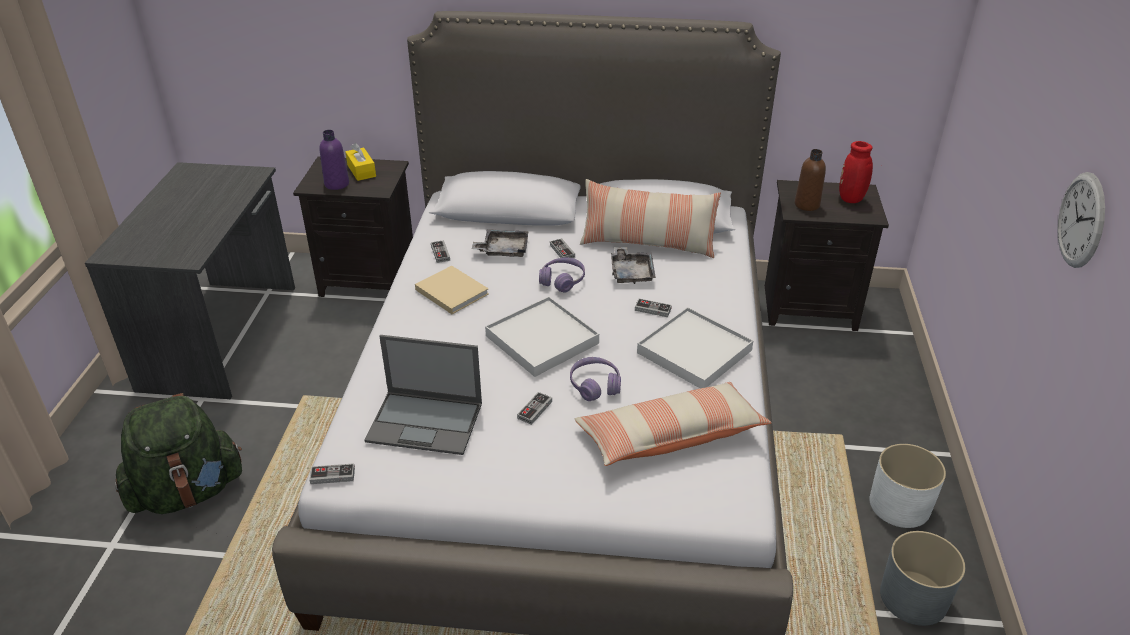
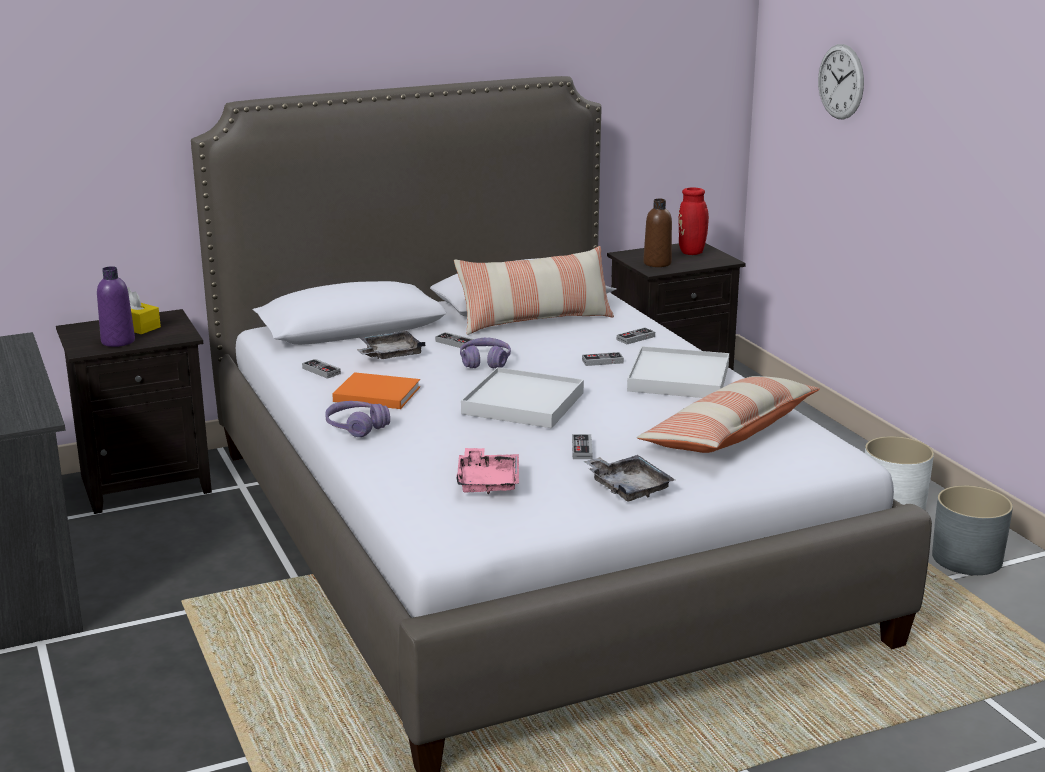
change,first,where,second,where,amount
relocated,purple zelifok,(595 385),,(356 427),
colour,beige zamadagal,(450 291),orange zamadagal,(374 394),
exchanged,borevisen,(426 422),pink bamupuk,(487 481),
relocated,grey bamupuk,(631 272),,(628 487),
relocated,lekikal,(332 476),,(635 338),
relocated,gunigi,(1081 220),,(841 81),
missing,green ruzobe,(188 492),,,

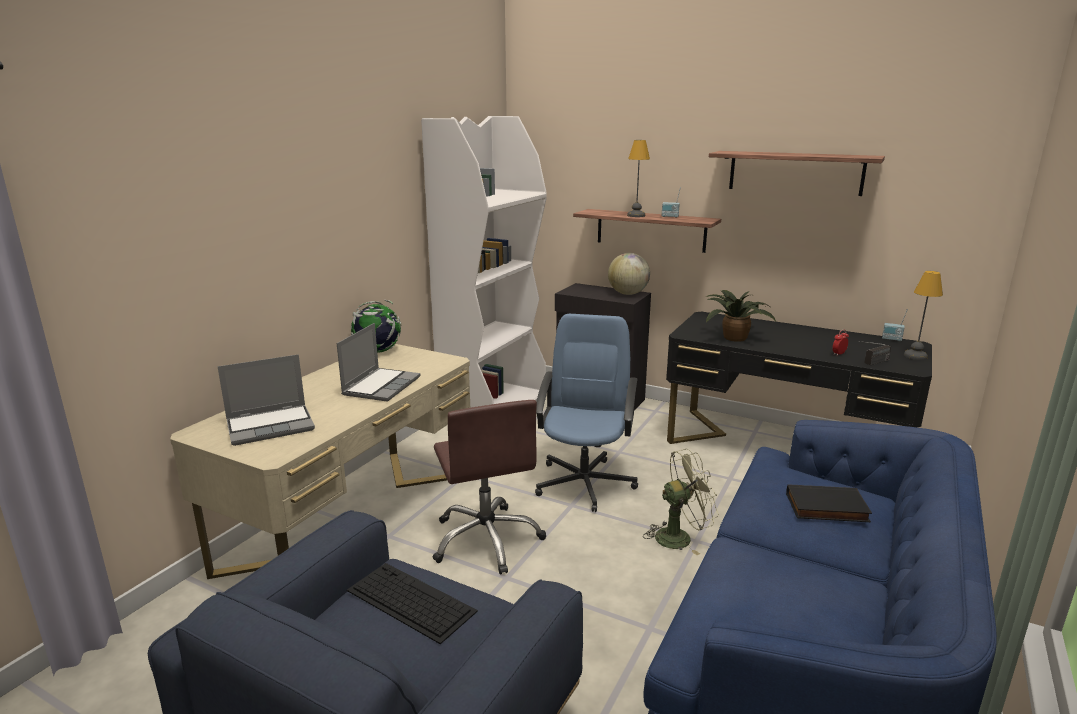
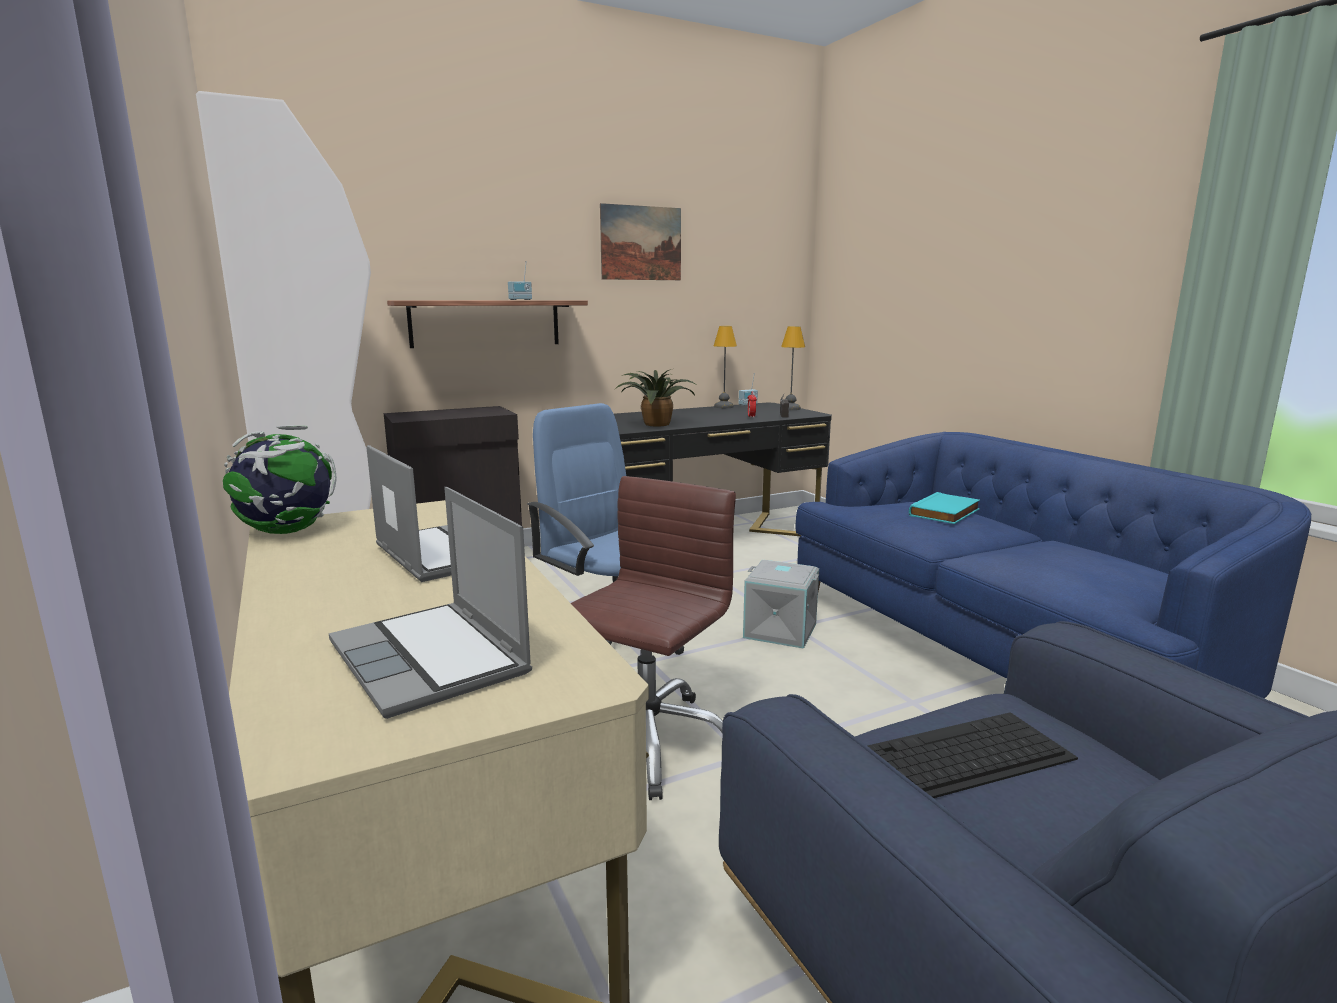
change,first,where,second,where,amount
spun,borevisen,(271 426),,(432 660),135 degrees clockwise
spun,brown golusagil,(487 539),,(646 741),75 degrees counterclockwise
exchanged,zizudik,(795 172),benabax,(641 243),
relocated,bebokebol,(636 215),,(723 406),
exchanged,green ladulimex,(680 537),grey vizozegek,(779 631),
colour,black zamadagal,(826 508),turquoise zamadagal,(946 513),
missing,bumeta,(628 294),,,

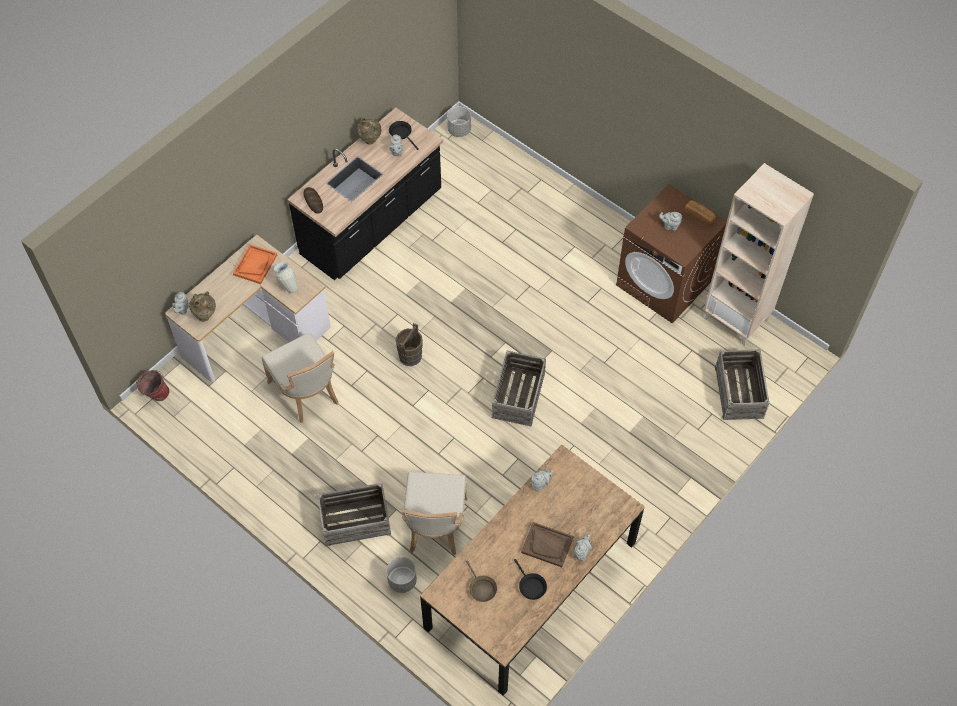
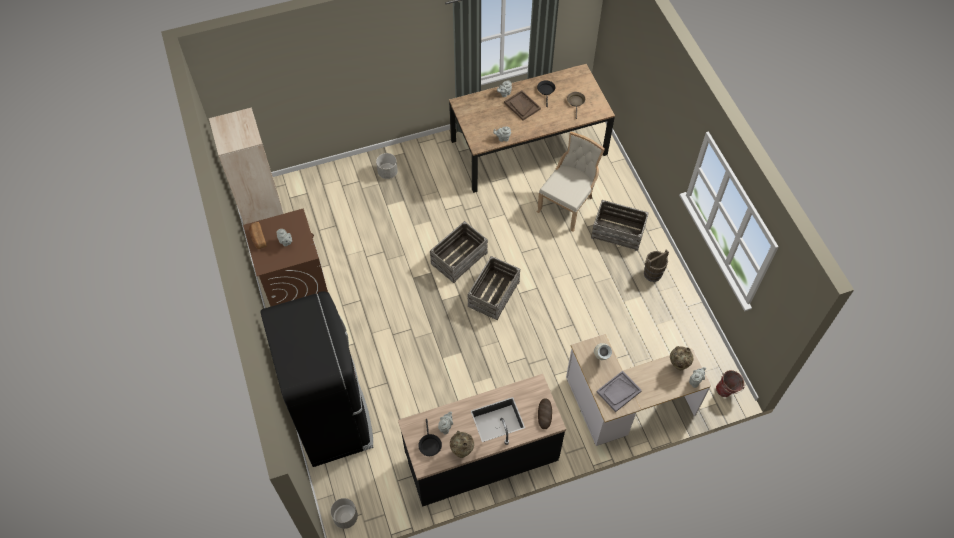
change,first,where,second,where,amount
appeared,,,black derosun,(333 415),
relocated,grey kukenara,(402 581),,(387 172),
relocated,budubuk,(739 392),,(493 294),
colour,orange bamupuk,(255 265),grey bamupuk,(618 392),
relocated,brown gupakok,(410 356),,(652 273),
missing,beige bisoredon,(306 393),,,

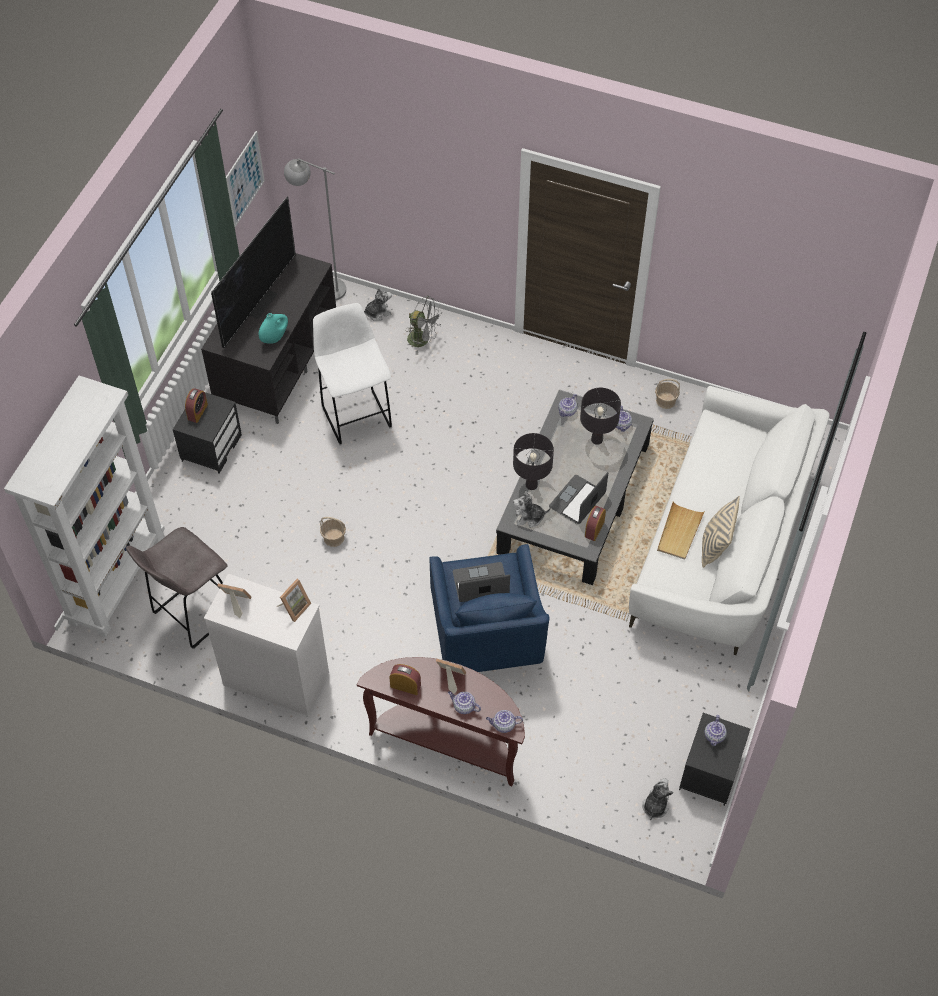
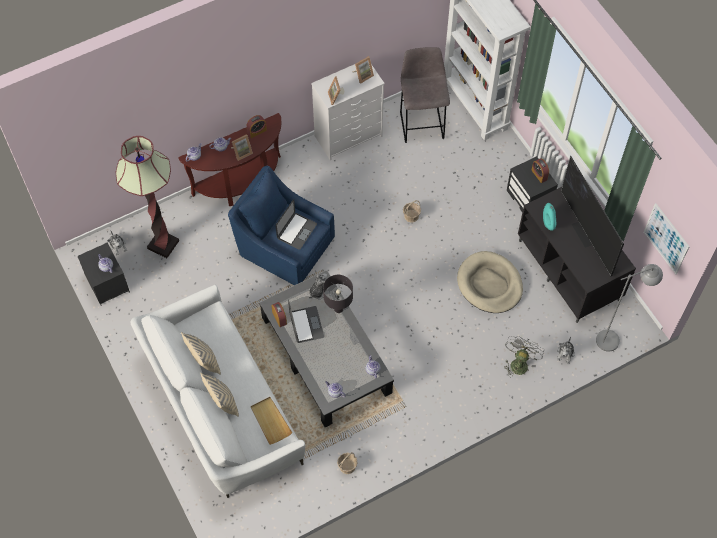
change,first,where,second,where,amount
appeared,,,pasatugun,(163 244),
appeared,,,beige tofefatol,(222 402),
relocated,beige bamupuk,(679 532),,(270 421),
exchanged,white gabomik,(356 416),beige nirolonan,(489 284),
spun,grey ladulimex,(423 340),,(519 363),135 degrees clockwise
missing,black bebokebol,(596 440),,,

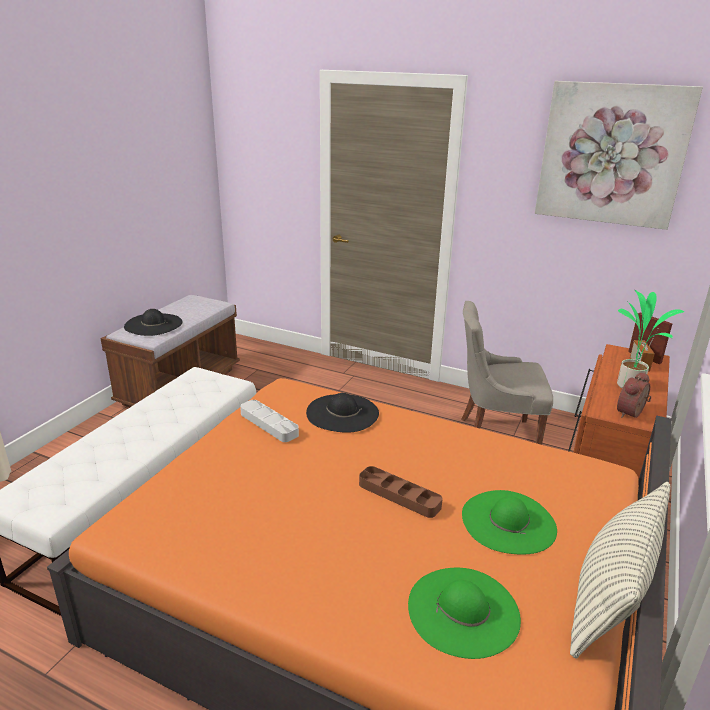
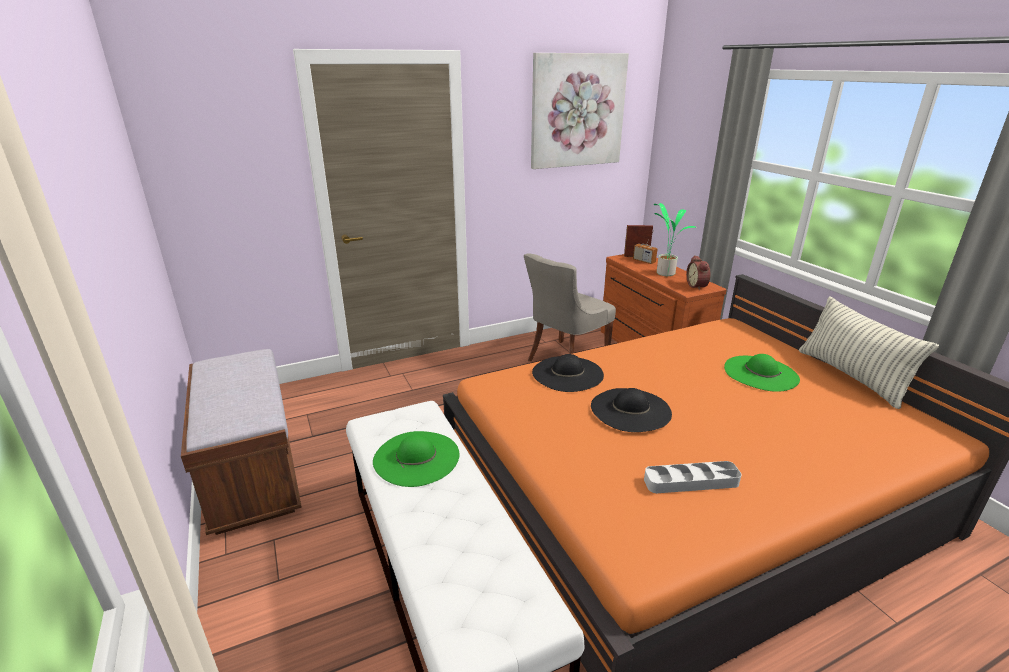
change,first,where,second,where,amount
relocated,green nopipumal,(463 610),,(416 457),
relocated,black nopipumal,(153 324),,(630 409),
relocated,grey bamupuk,(269 424),,(691 481),
missing,brown bamupuk,(399 495),,,

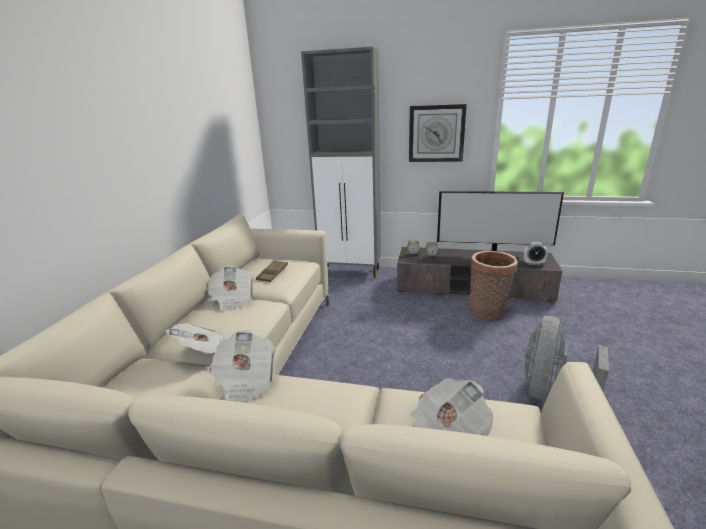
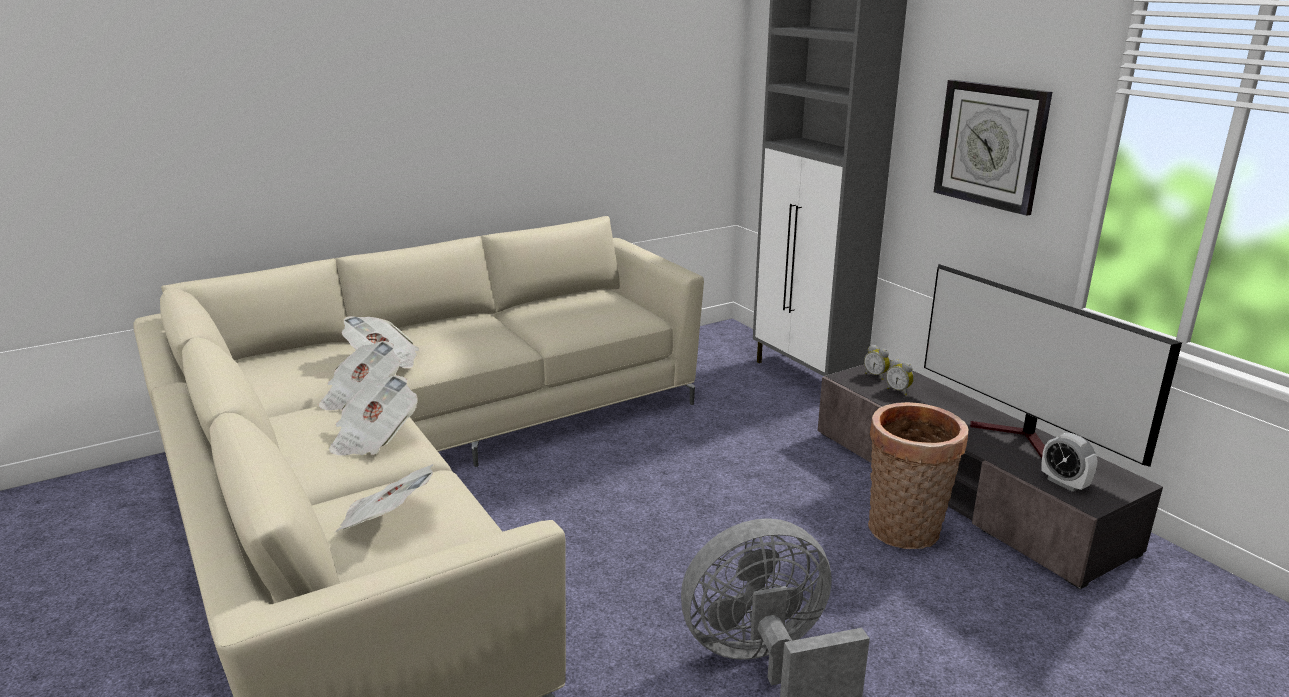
change,first,where,second,where,amount
relocated,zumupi,(233 300),,(374 438),
missing,brown bamupuk,(272 273),,,

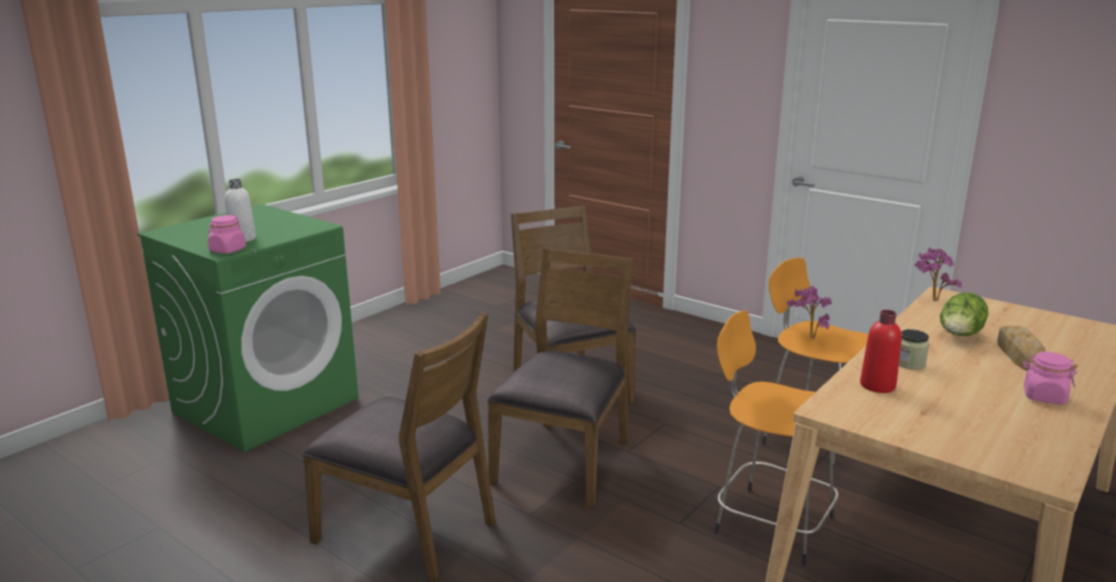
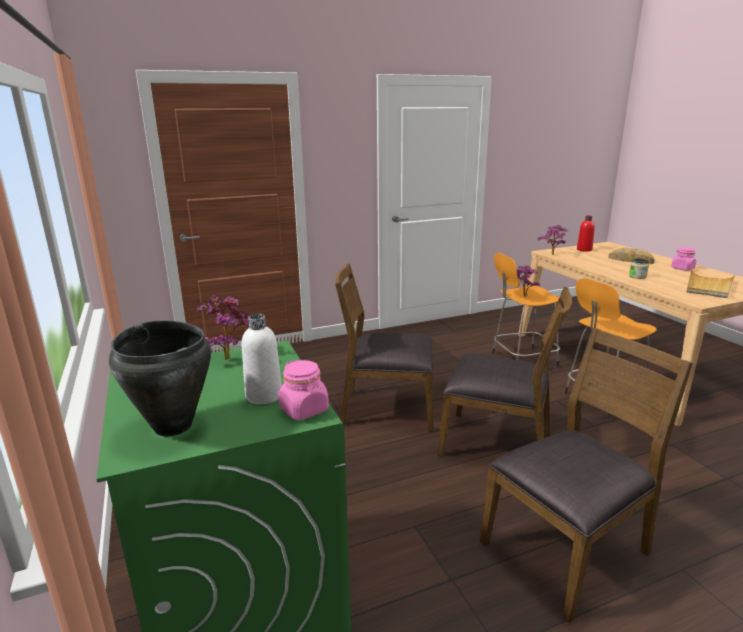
change,first,where,second,where,amount
appeared,,,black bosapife,(173 425),
appeared,,,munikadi,(228 357),
spun,brown bisoredon,(564 461),,(497 443),150 degrees clockwise
relocated,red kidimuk,(877 385),,(584 250),
appeared,,,beige bamupuk,(709 286),
missing,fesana,(959 336),,,

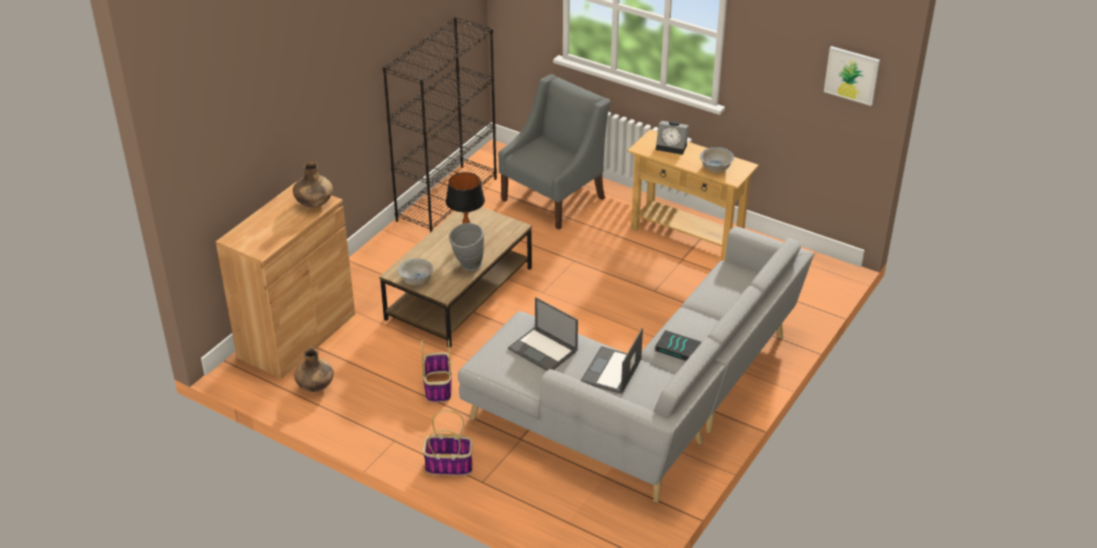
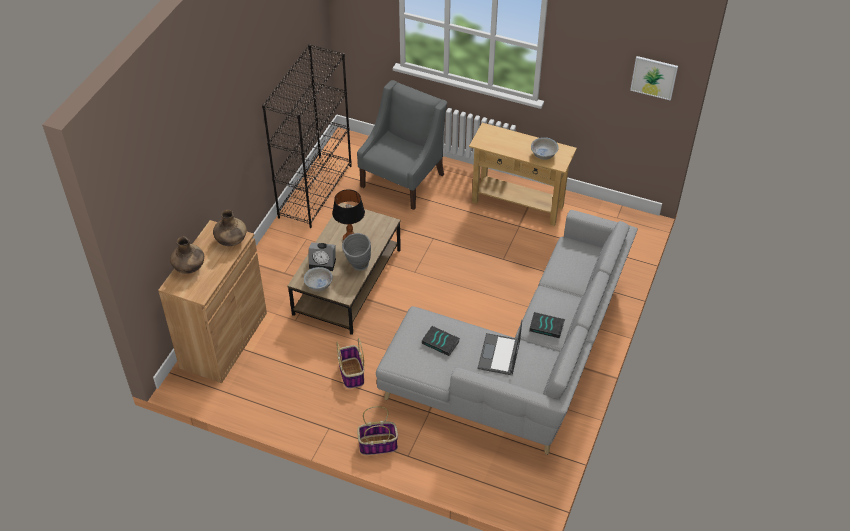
change,first,where,second,where,amount
relocated,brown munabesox,(315 386),,(189 268),
relocated,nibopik,(672 146),,(323 263),
exchanged,borevisen,(543 350),zamadagal,(441 342),

